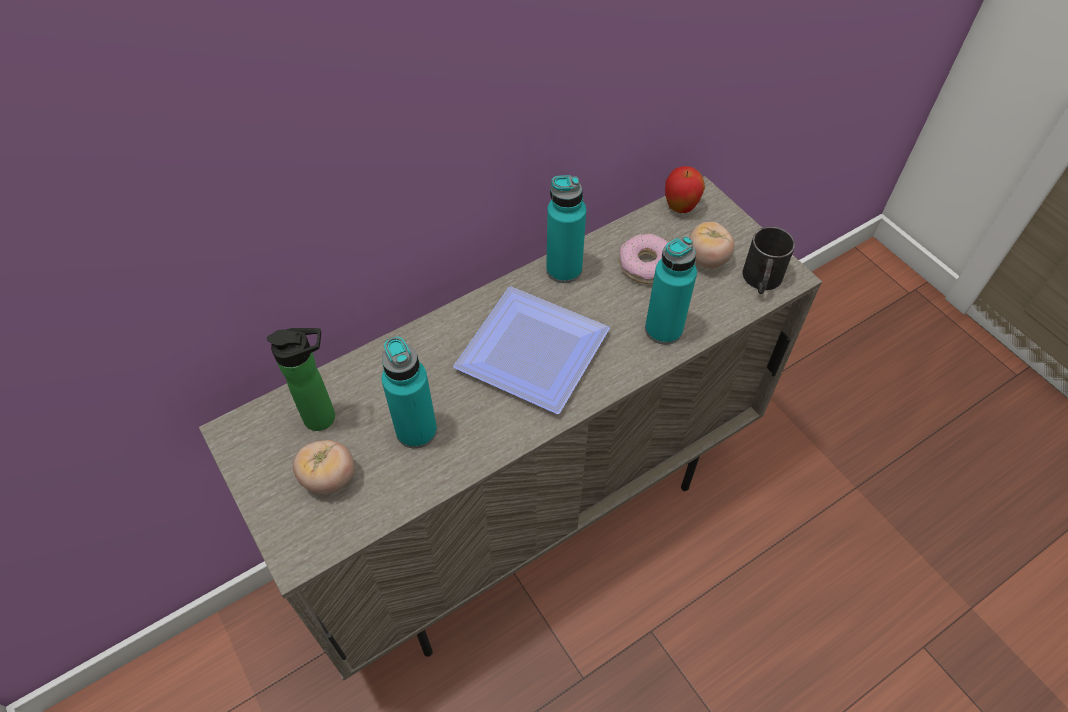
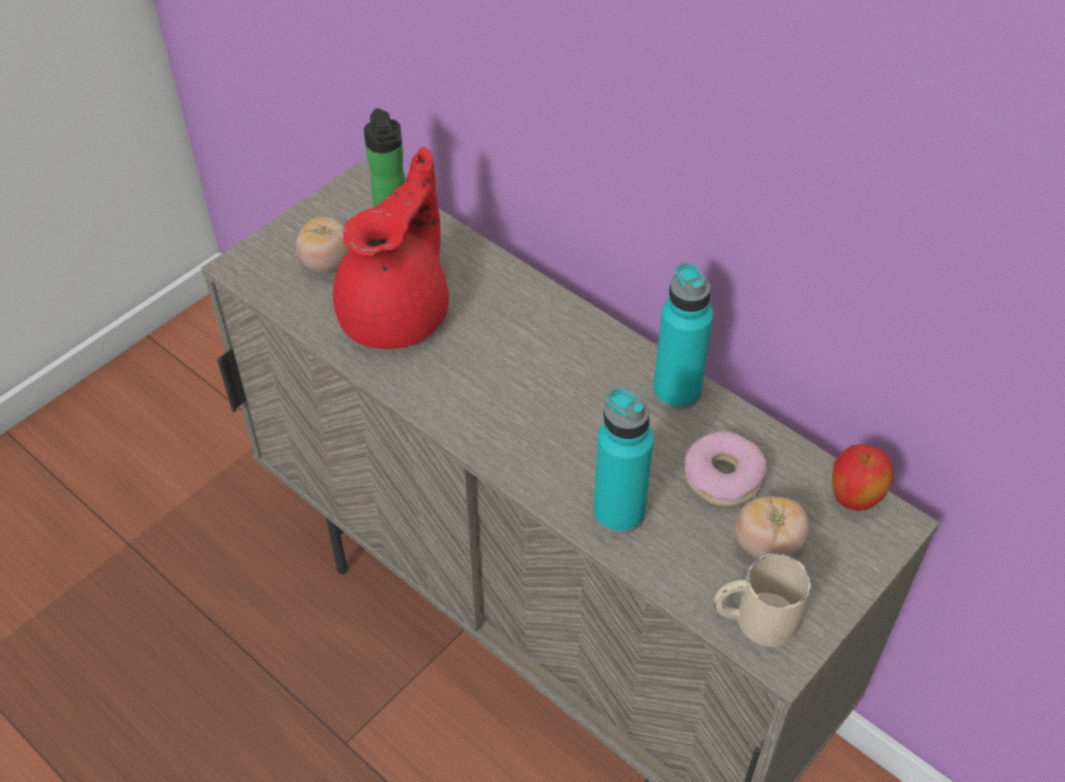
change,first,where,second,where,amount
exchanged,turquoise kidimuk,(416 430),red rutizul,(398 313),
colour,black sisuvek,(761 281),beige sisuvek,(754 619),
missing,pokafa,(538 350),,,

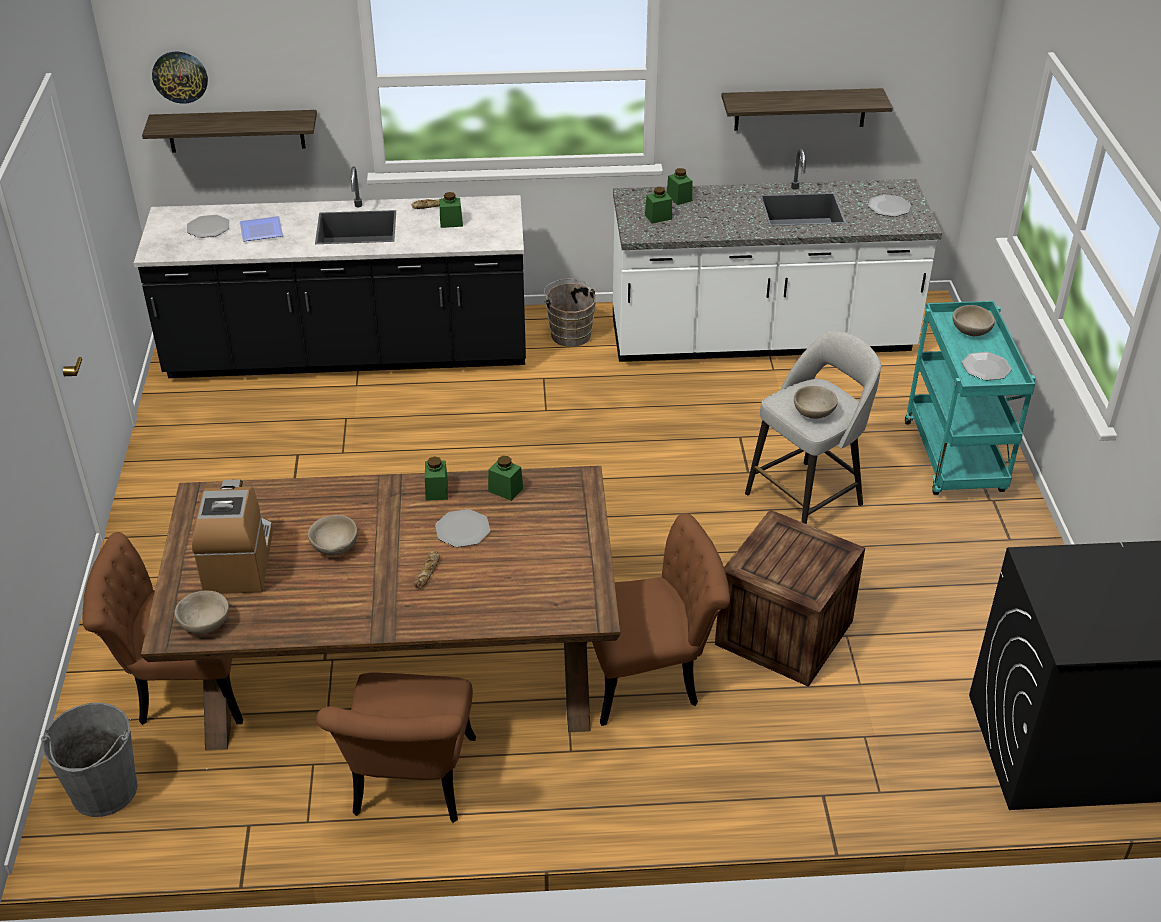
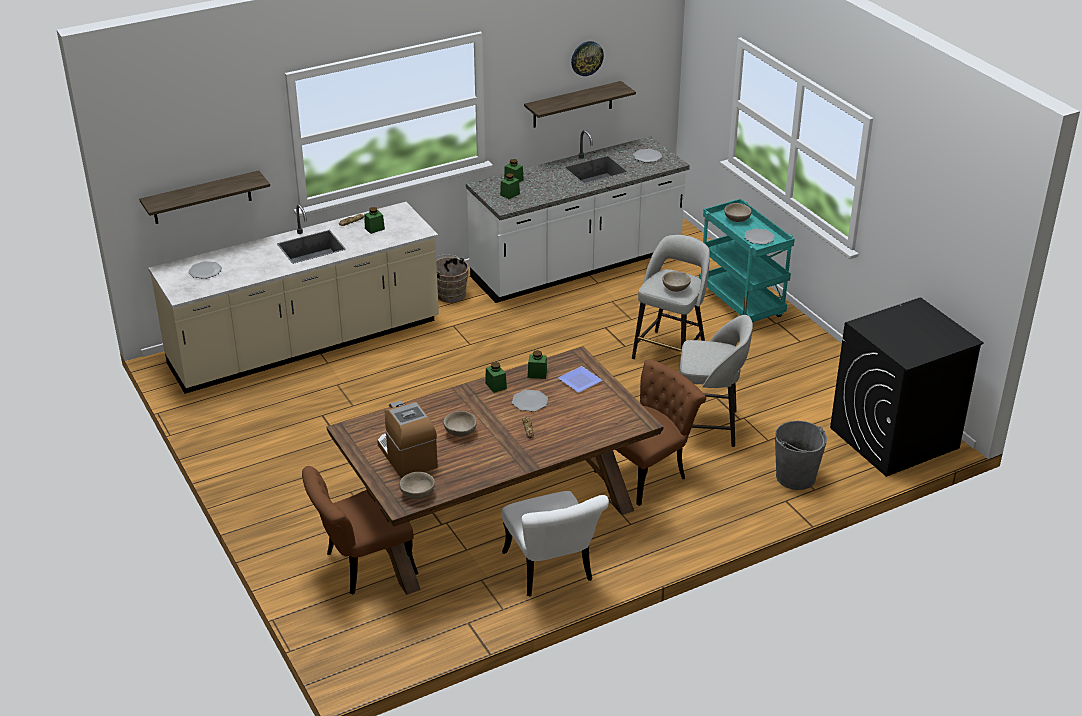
change,first,where,second,where,amount
colour,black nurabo,(349 354),beige nurabo,(306 345),
colour,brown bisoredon,(411 788),white bisoredon,(551 572),
relocated,pokafa,(260 232),,(579 382),
relocated,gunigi,(180 76),,(586 58),
exchanged,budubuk,(784 633),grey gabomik,(708 426),
relocated,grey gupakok,(104 791),,(795 477),

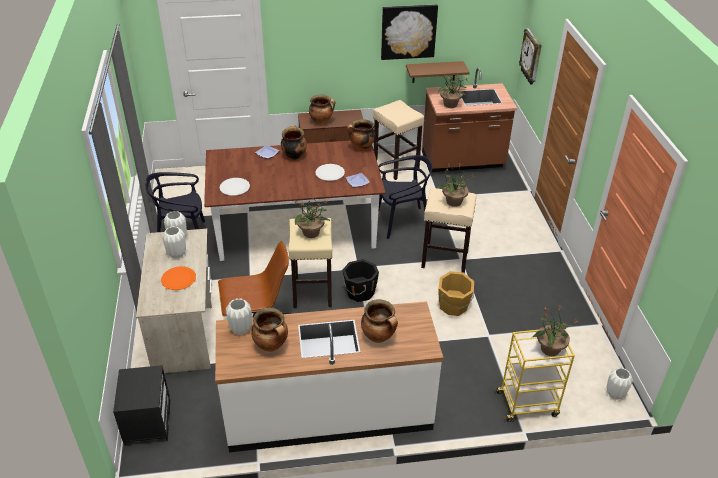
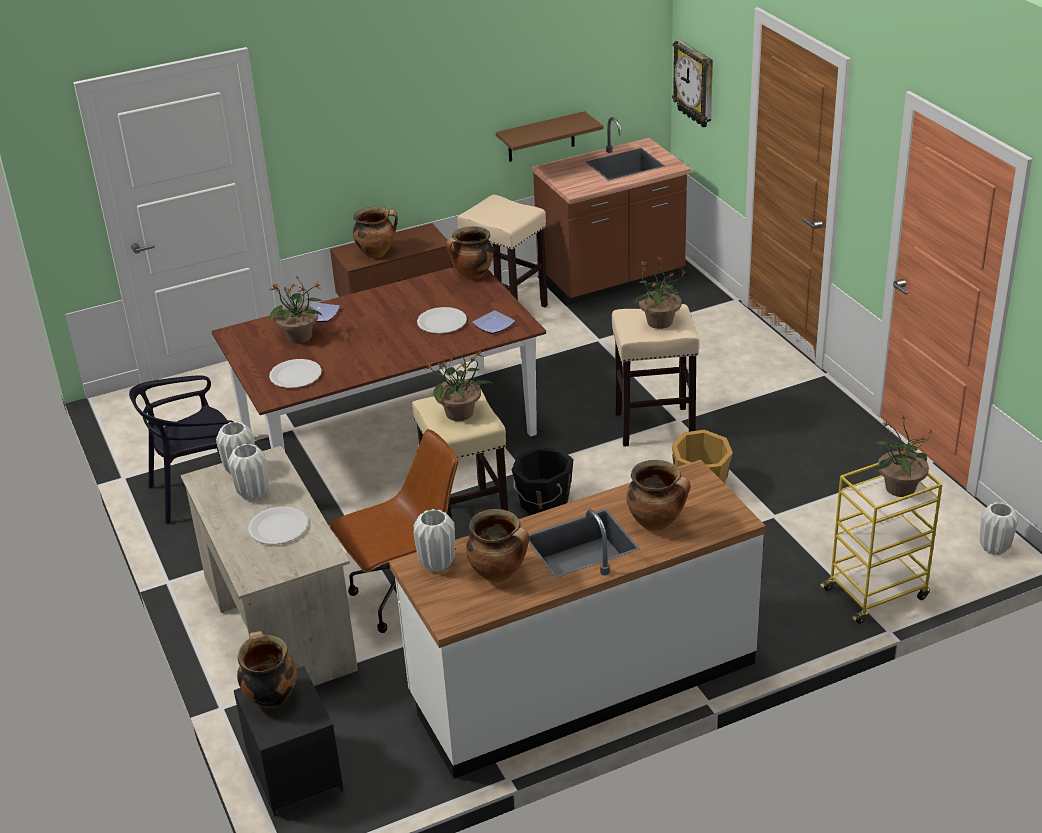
change,first,where,second,where,amount
relocated,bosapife,(294 156),,(270 696),
colour,orange pokafa,(178 279),white pokafa,(278 527),
relocated,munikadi,(450 105),,(300 337),
missing,black bisoredon,(402 221),,,
missing,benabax,(408 31),,,

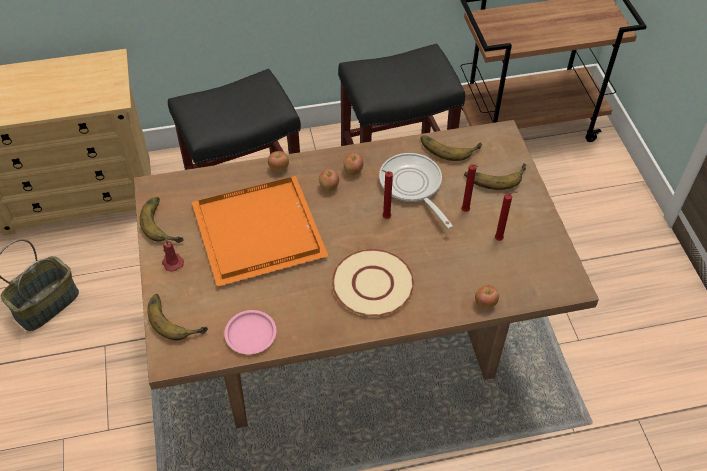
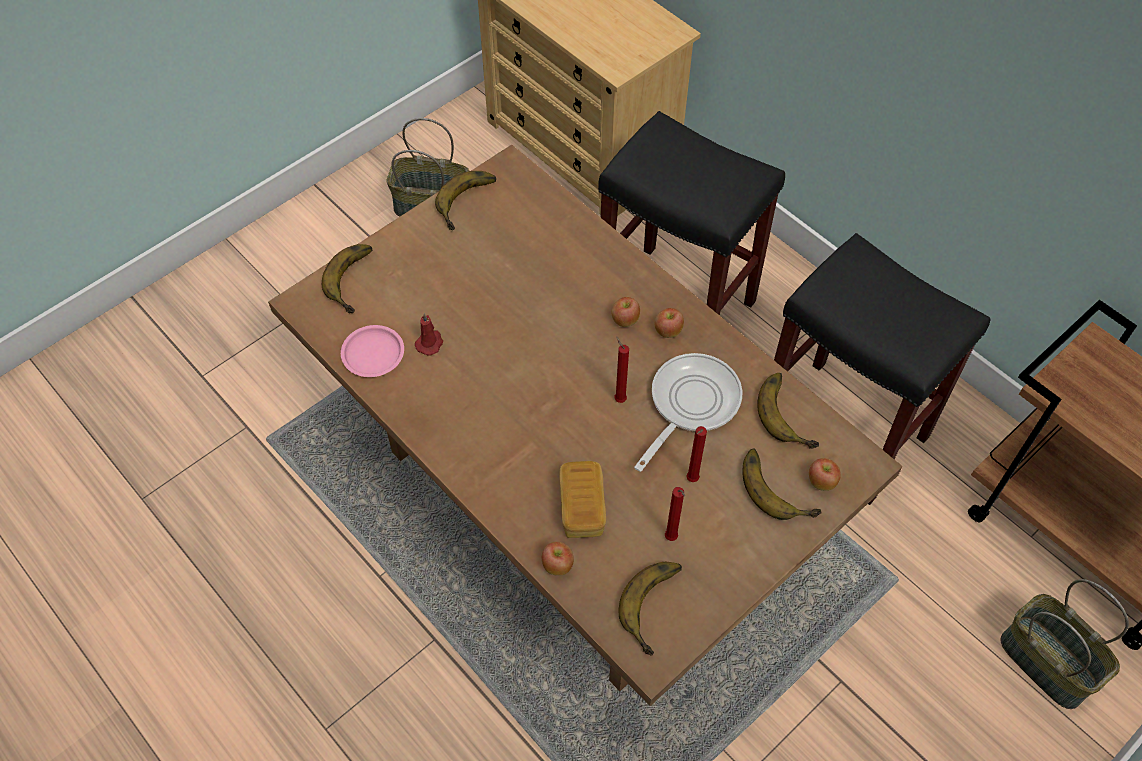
change,first,where,second,where,amount
relocated,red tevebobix,(172 262),,(430 343),
appeared,,,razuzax,(582 508),
appeared,,,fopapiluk,(658 607),
relocated,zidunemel,(278 168),,(821 482),
appeared,,,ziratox,(1048 662),
missing,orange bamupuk,(261 232),,,
missing,beige pokafa,(373 284),,,

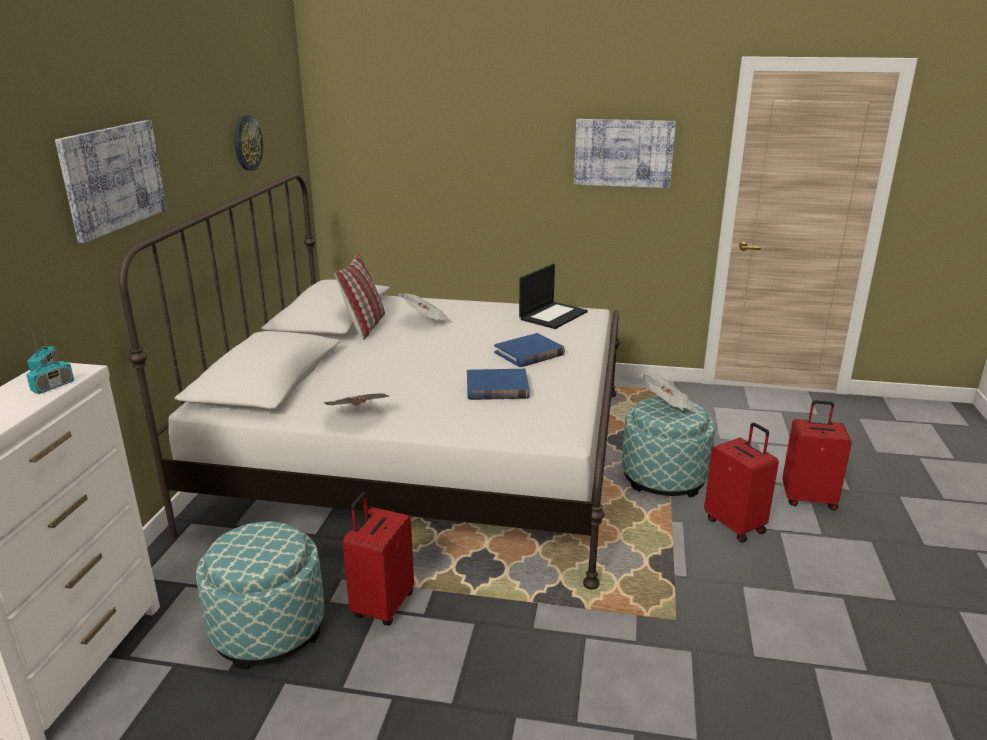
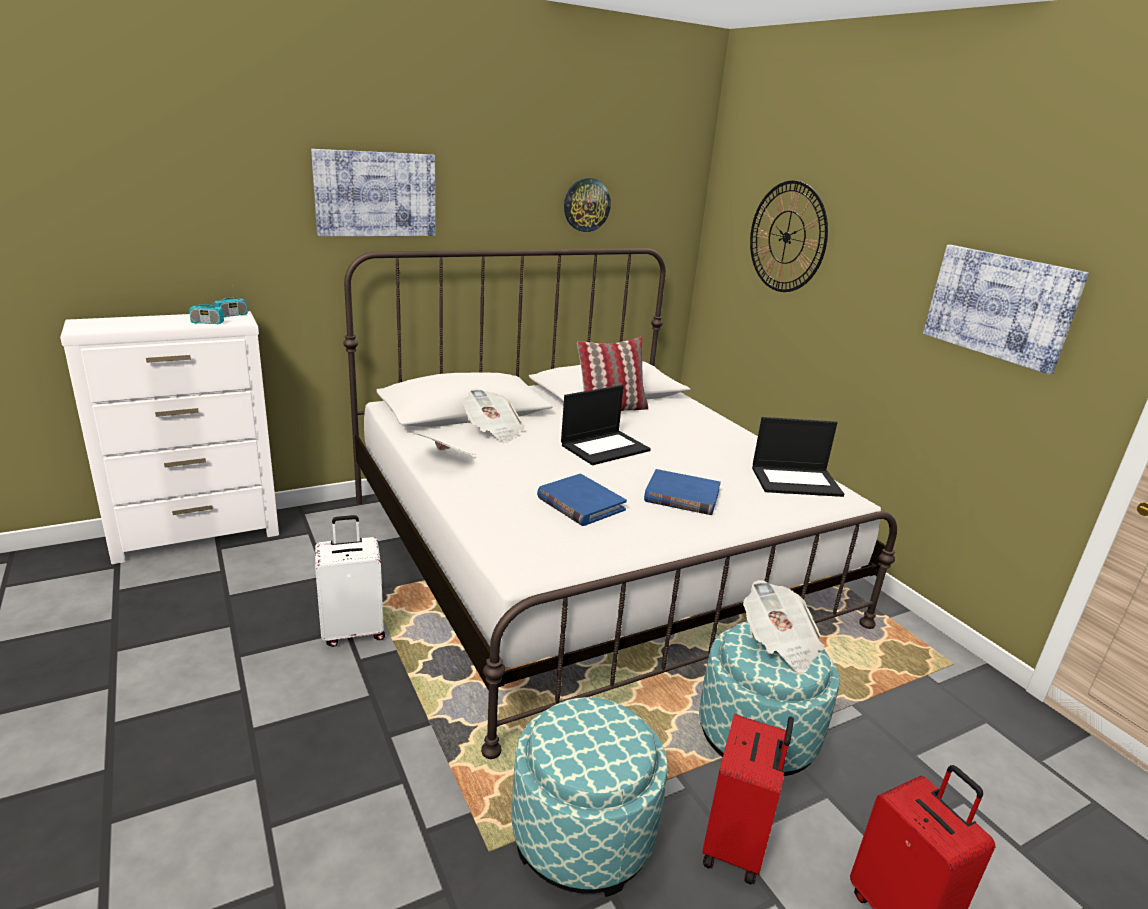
change,first,where,second,where,amount
colour,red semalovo,(382 605),white semalovo,(353 631),
relocated,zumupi,(427 321),,(493 431),
relocated,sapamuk,(268 629),,(583 835),
appeared,,,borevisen,(605 447),
appeared,,,gunigi,(787 237),

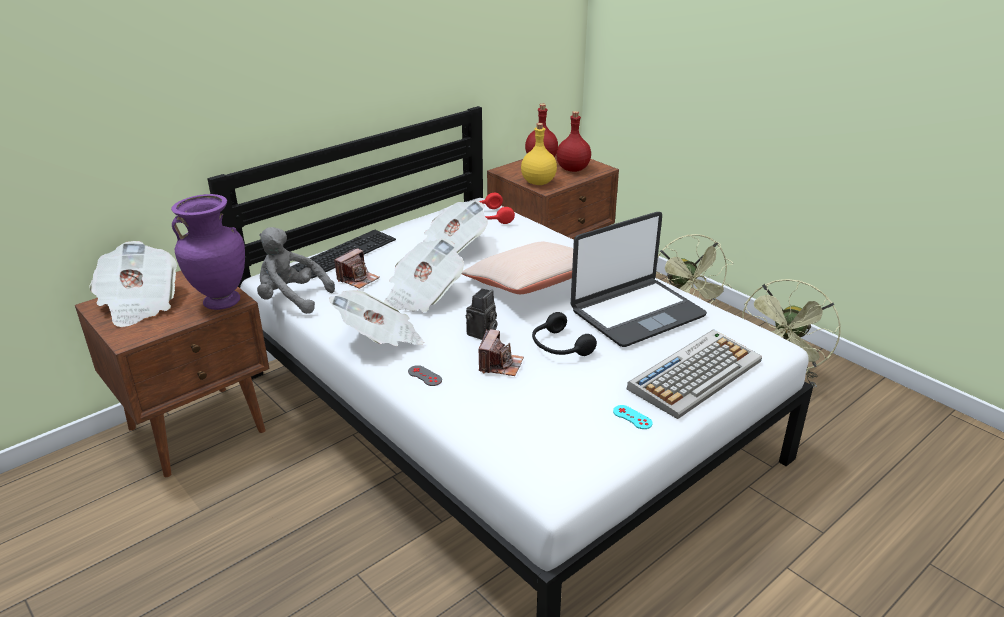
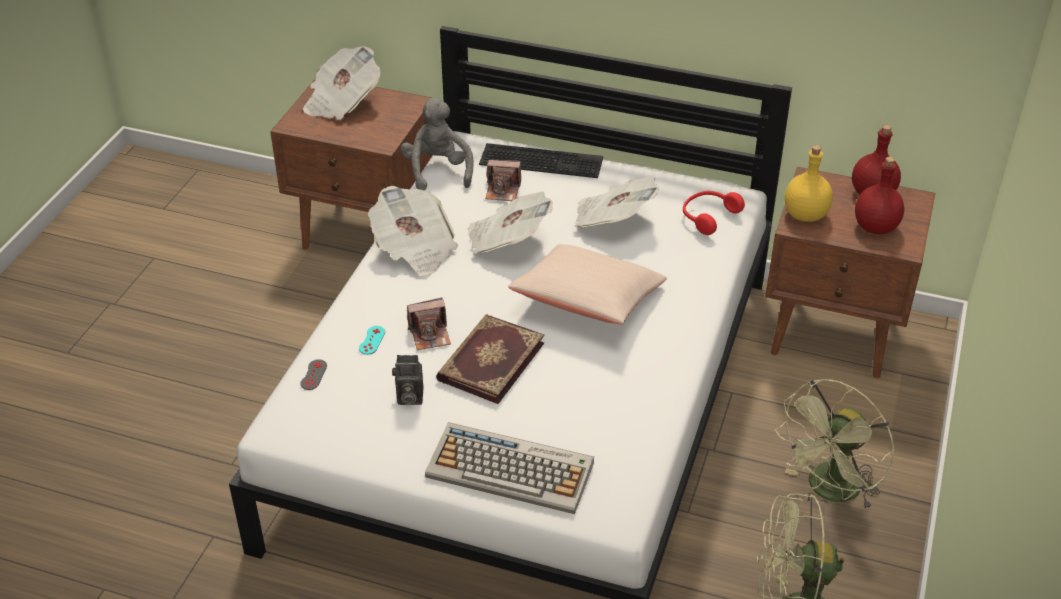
change,first,where,second,where,amount
relocated,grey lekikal,(425 376),,(313 375),
relocated,turquoise lekikal,(632 417),,(372 340),
relocated,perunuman,(482 334),,(408 397),
exchanged,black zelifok,(559 347),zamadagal,(489 361),
missing,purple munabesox,(221 301),,,
missing,borevisen,(636 313),,,

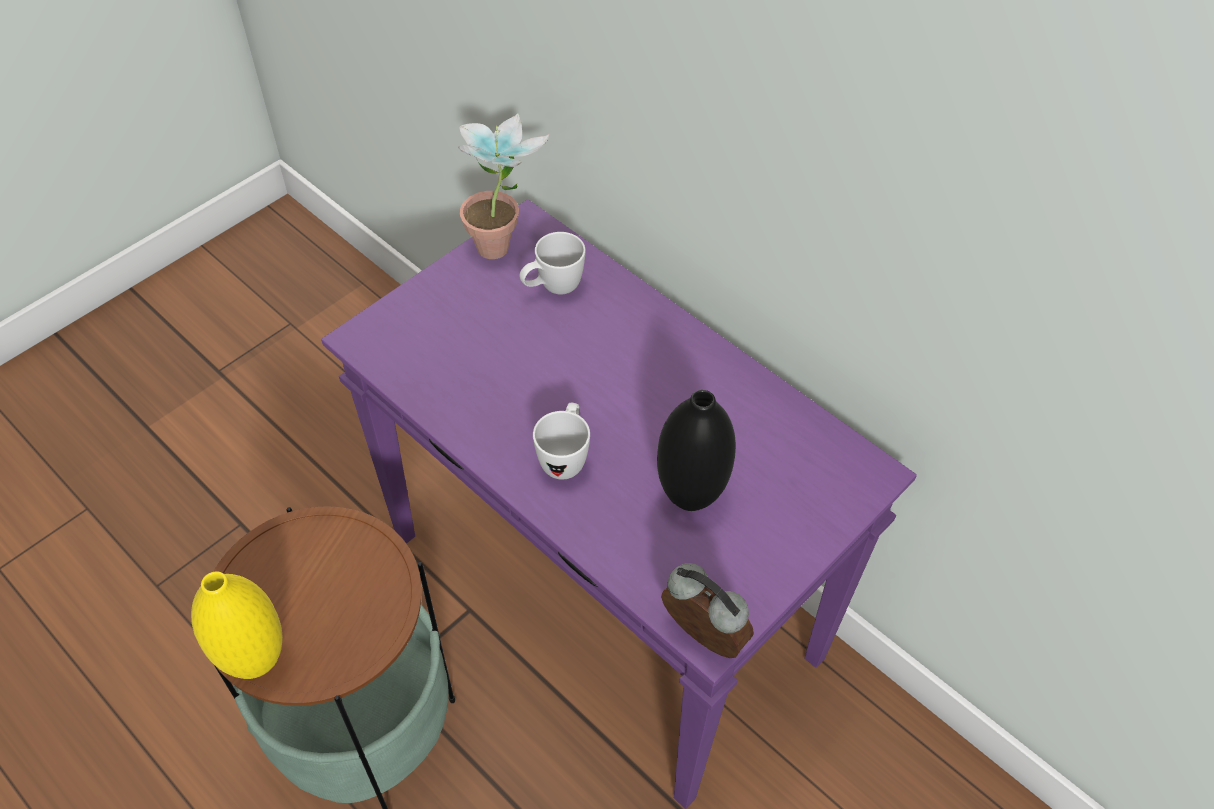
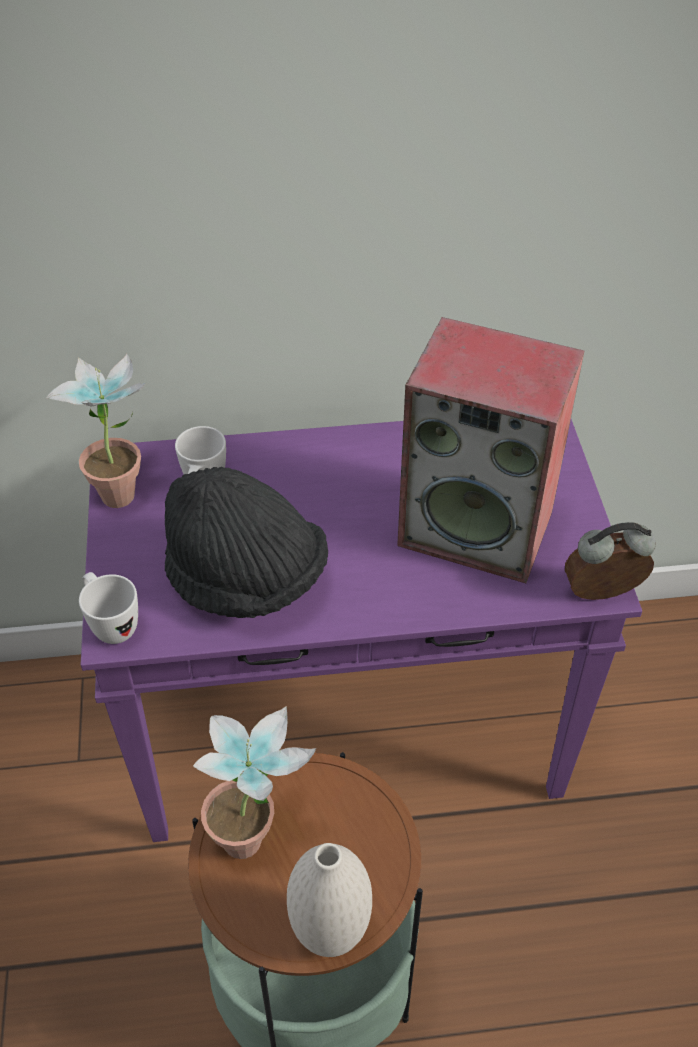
change,first,where,second,where,amount
relocated,white sisuvek,(565 457),,(111 624),
appeared,,,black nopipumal,(246 579),
appeared,,,munikadi,(257 835),
colour,yellow munabesox,(256 661),white munabesox,(330 935),
exchanged,black munabesox,(690 496),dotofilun,(478 527),

